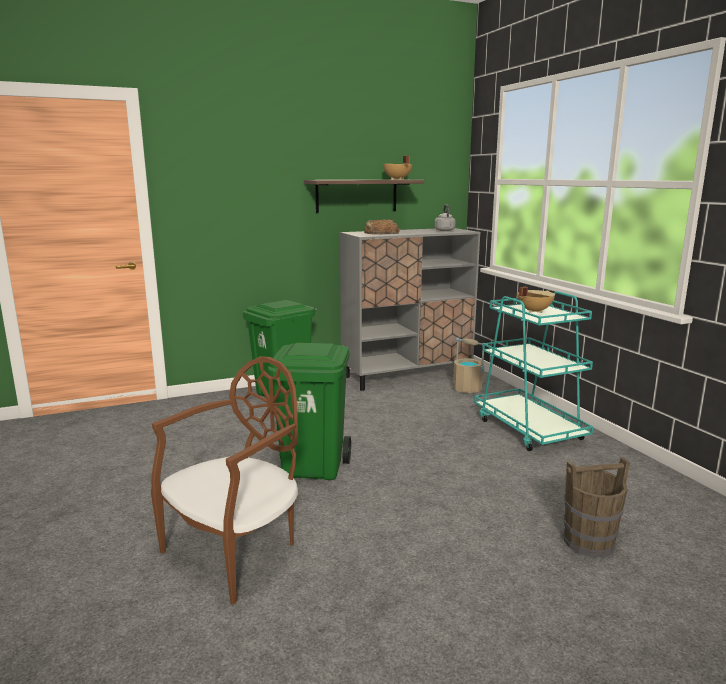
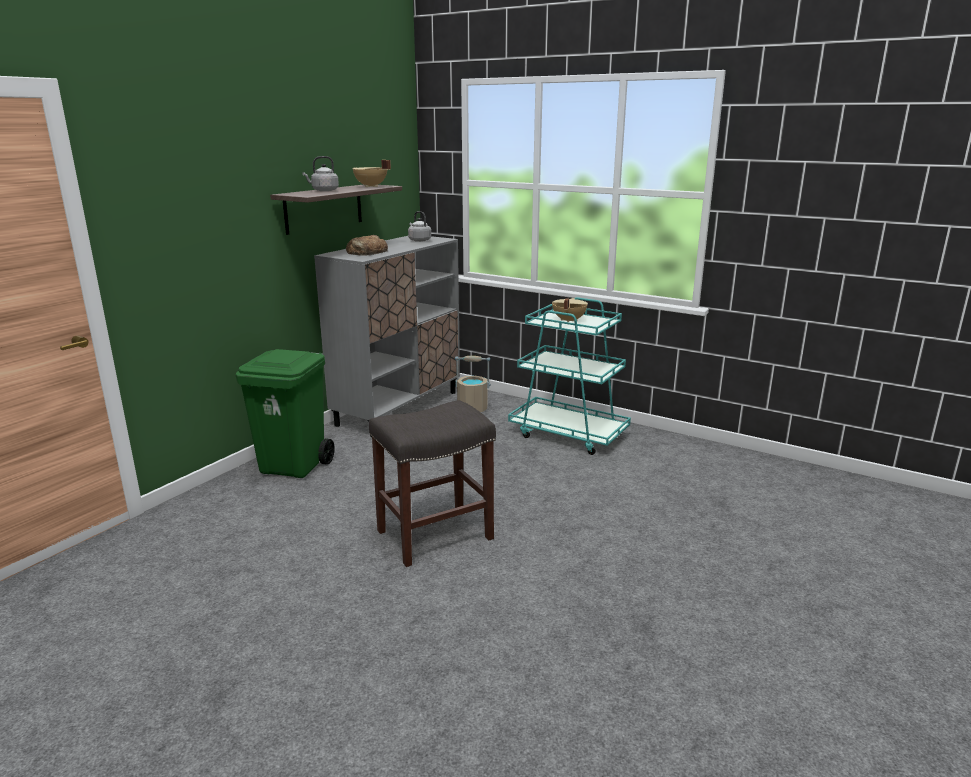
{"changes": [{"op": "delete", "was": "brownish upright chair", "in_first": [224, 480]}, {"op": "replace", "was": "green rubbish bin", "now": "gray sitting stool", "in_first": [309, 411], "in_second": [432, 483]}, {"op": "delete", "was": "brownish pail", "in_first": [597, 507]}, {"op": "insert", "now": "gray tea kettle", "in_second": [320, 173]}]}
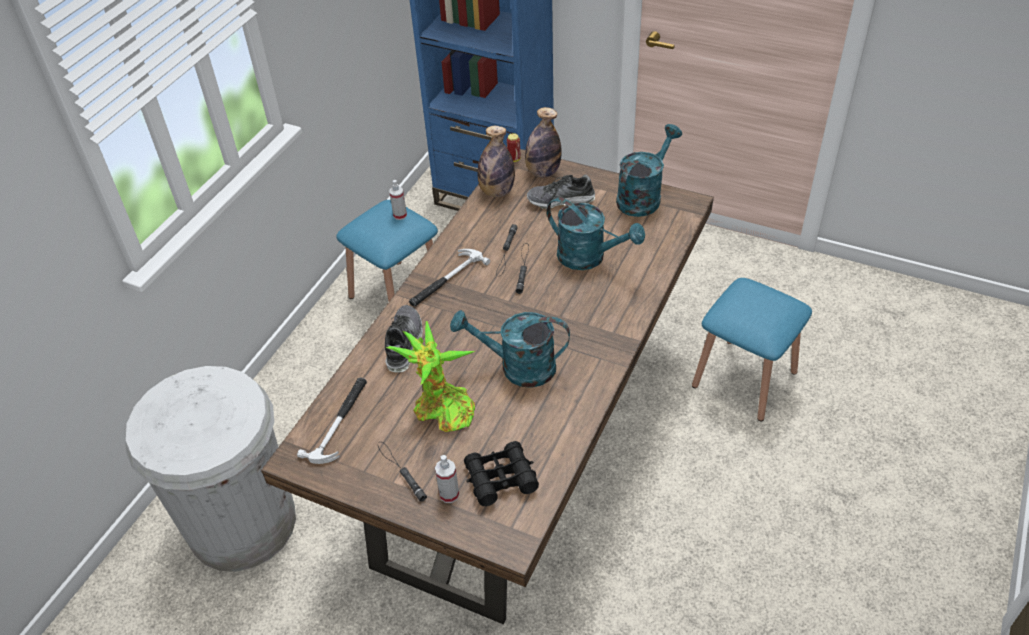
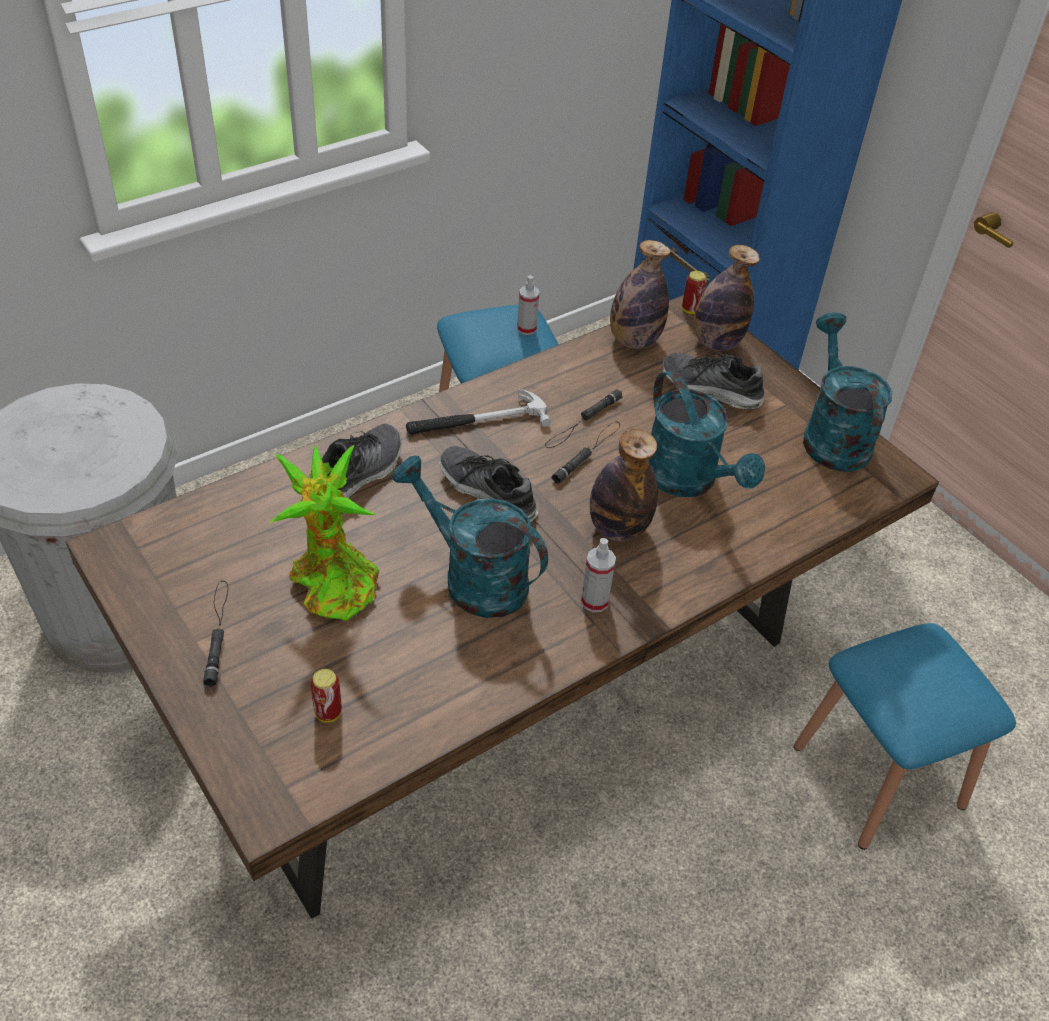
{"changes": [{"op": "delete", "was": "hammer", "in_first": [332, 420]}, {"op": "move", "was": "hand sprayer", "in_first": [447, 479], "in_second": [598, 575]}, {"op": "replace", "was": "blackish binoculars", "now": "can", "in_first": [501, 473], "in_second": [326, 696]}, {"op": "rotate", "was": "blue-green watering can", "in_first": [649, 170], "in_second": [847, 392], "clockwise": -75}, {"op": "insert", "now": "item of footwear", "in_second": [488, 484]}, {"op": "insert", "now": "bottle", "in_second": [624, 485]}]}
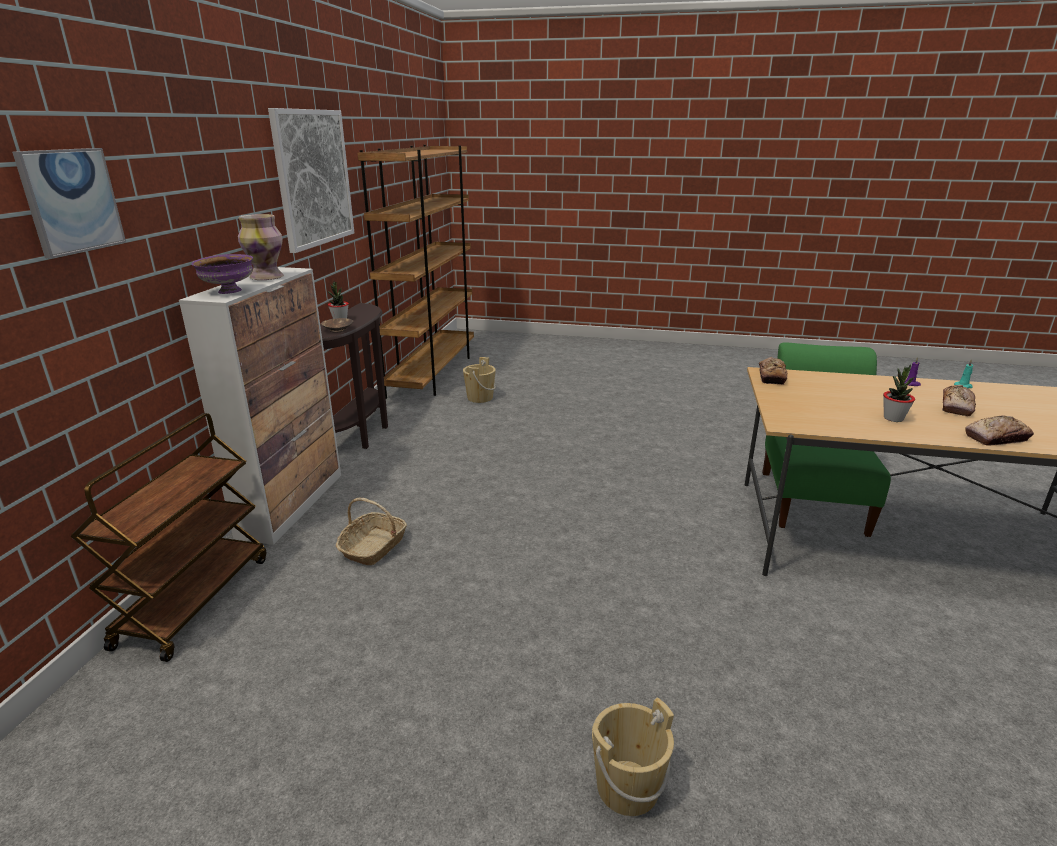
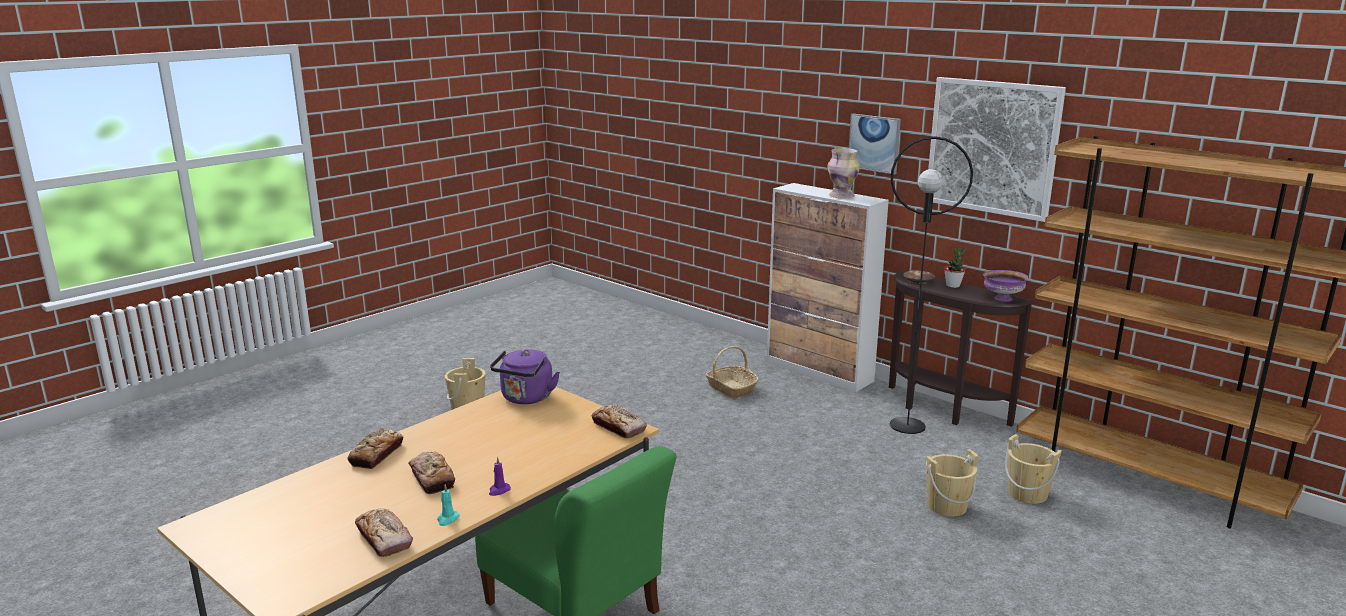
{"changes": [{"op": "move", "was": "wall art", "in_first": [69, 203], "in_second": [875, 144]}, {"op": "delete", "was": "brownish trolley", "in_first": [168, 537]}, {"op": "move", "was": "purple serving bowl", "in_first": [222, 274], "in_second": [1005, 286]}, {"op": "delete", "was": "houseplant", "in_first": [899, 393]}, {"op": "insert", "now": "bakery bread", "in_second": [384, 533]}, {"op": "insert", "now": "purple tea kettle", "in_second": [525, 376]}, {"op": "insert", "now": "blackish floor lamp", "in_second": [931, 285]}, {"op": "insert", "now": "beige-coloured pail", "in_second": [952, 483]}]}
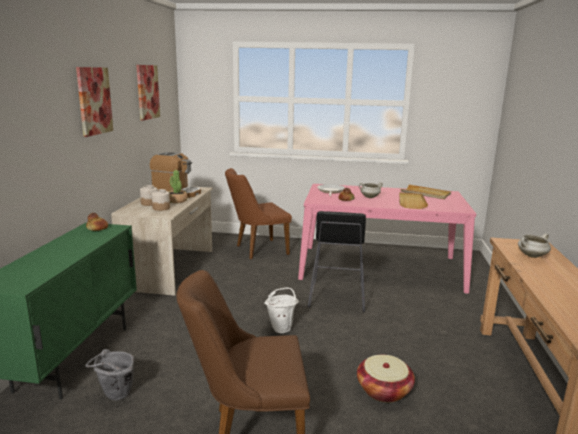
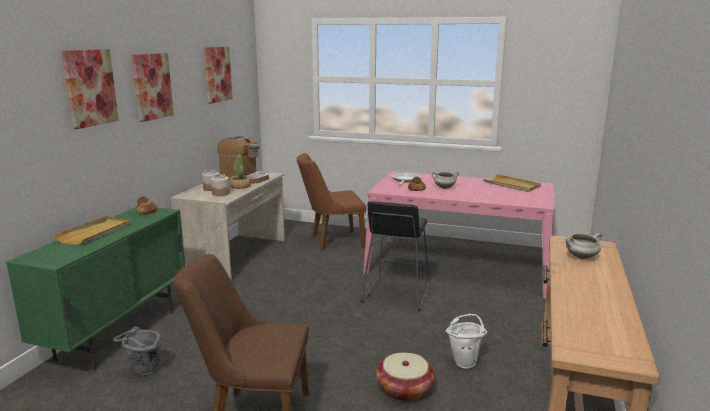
{"changes": [{"op": "move", "was": "white pail", "in_first": [281, 310], "in_second": [466, 341]}, {"op": "move", "was": "beige-coloured tray", "in_first": [413, 200], "in_second": [92, 230]}, {"op": "insert", "now": "wall art", "in_second": [90, 89]}]}
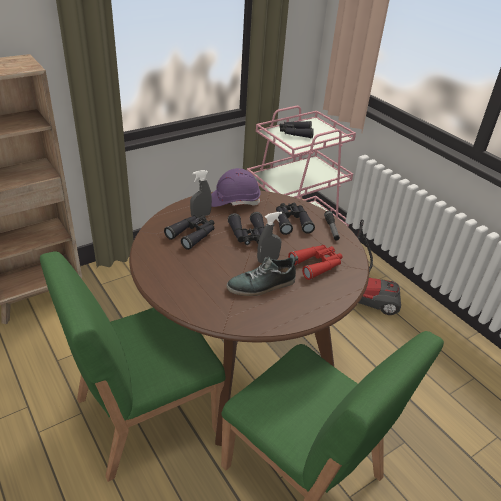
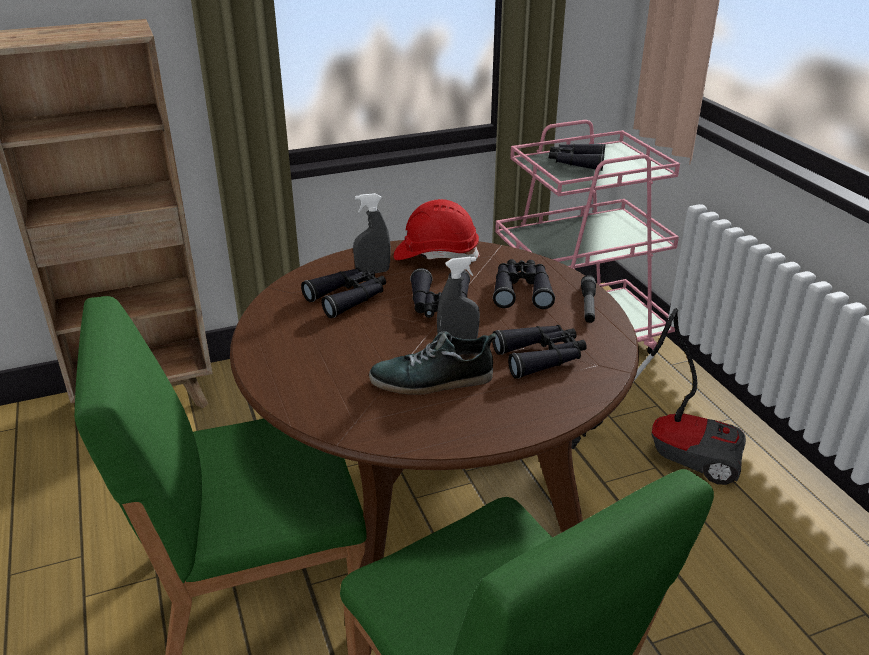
{"changes": [{"op": "recolor", "was": "purple hard hat", "now": "reddish hard hat", "in_first": [236, 187], "in_second": [437, 229]}, {"op": "recolor", "was": "reddish binoculars", "now": "blackish binoculars", "in_first": [315, 262], "in_second": [539, 352]}]}
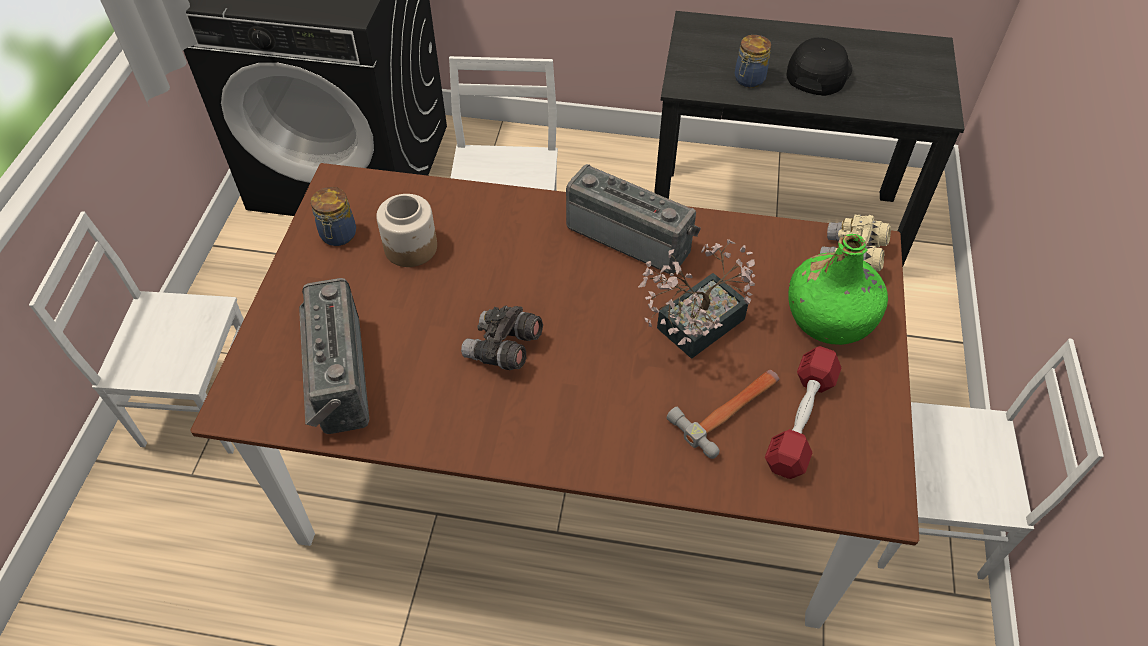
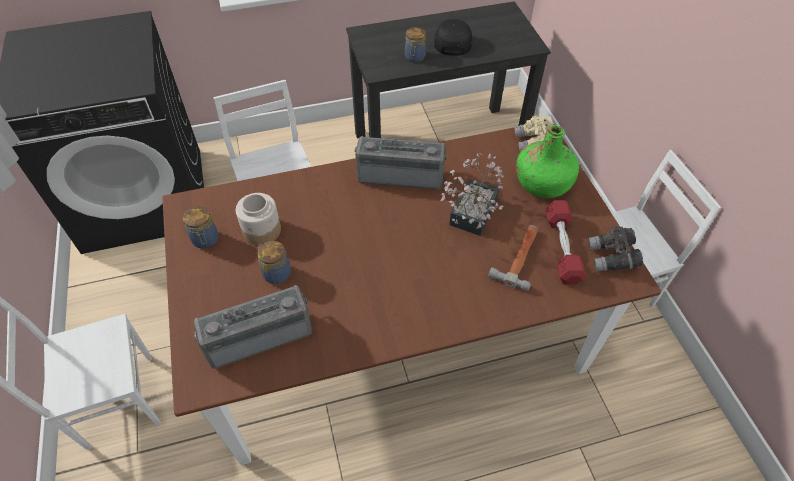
{"changes": [{"op": "rotate", "was": "radio receiver", "in_first": [334, 356], "in_second": [253, 327], "clockwise": 105}, {"op": "move", "was": "gray binoculars", "in_first": [502, 338], "in_second": [615, 249]}, {"op": "insert", "now": "storage jar", "in_second": [274, 262]}]}
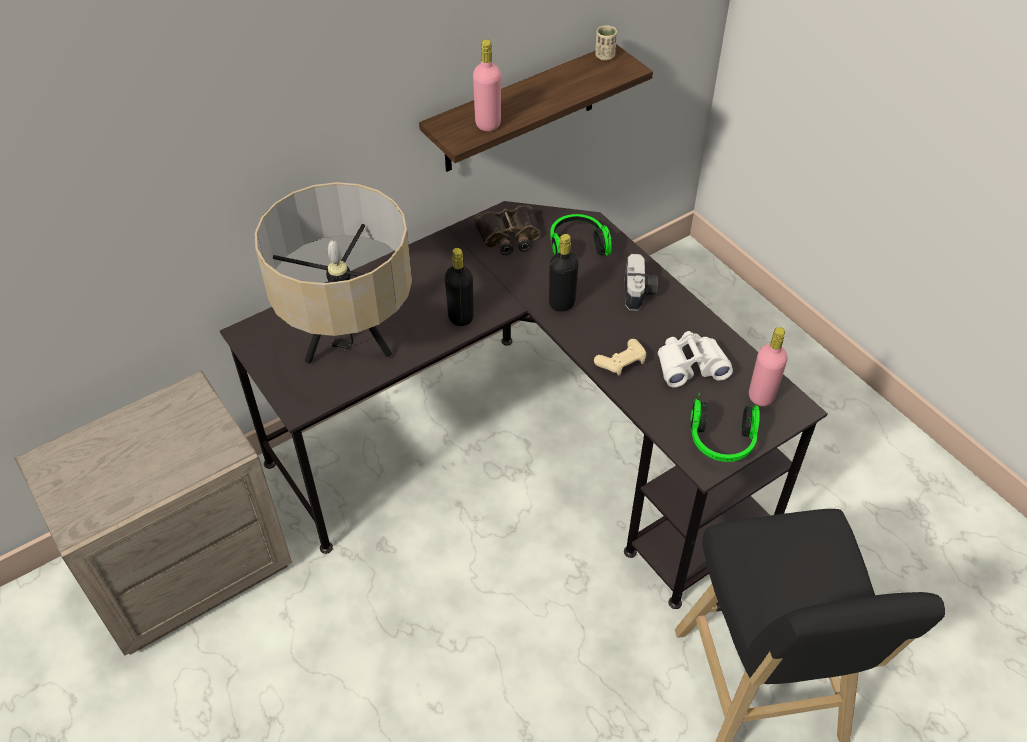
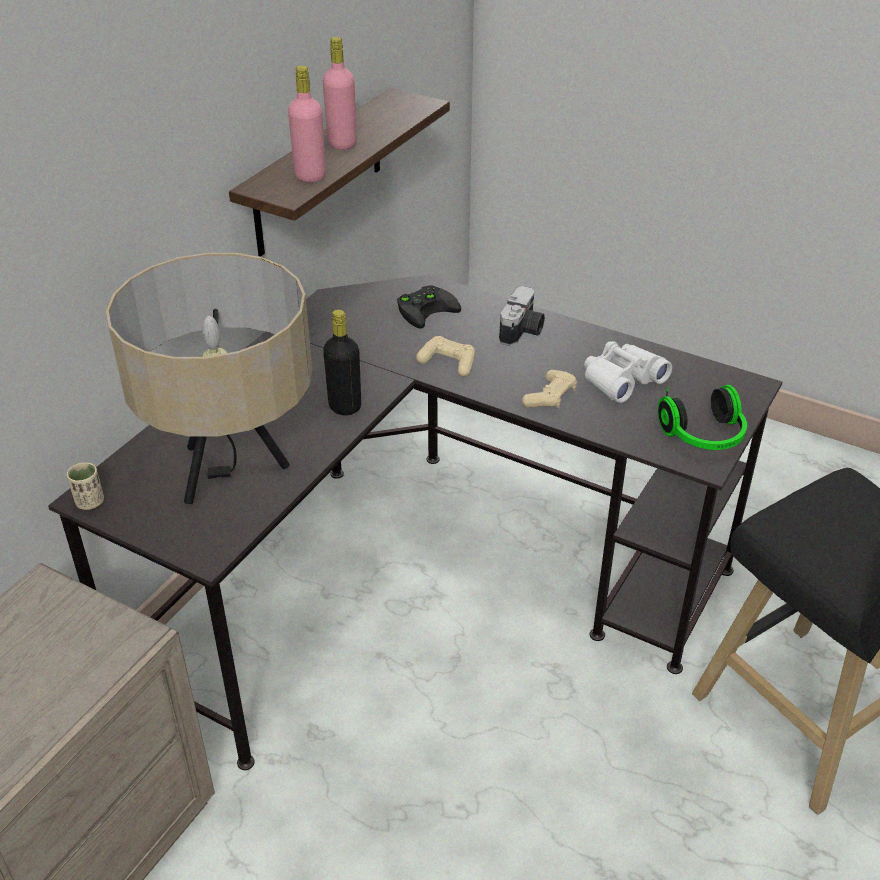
{"changes": [{"op": "delete", "was": "binoculars", "in_first": [507, 230]}, {"op": "replace", "was": "blackish bottle", "now": "beige-coloured game controller", "in_first": [564, 273], "in_second": [445, 356]}, {"op": "replace", "was": "pair of headphones", "now": "blackish game controller", "in_first": [581, 235], "in_second": [429, 307]}, {"op": "move", "was": "beige-coloured small cup", "in_first": [606, 42], "in_second": [85, 486]}, {"op": "rotate", "was": "still camera", "in_first": [641, 282], "in_second": [522, 316], "clockwise": 45}, {"op": "move", "was": "pink-coloured bottle", "in_first": [768, 366], "in_second": [340, 93]}]}
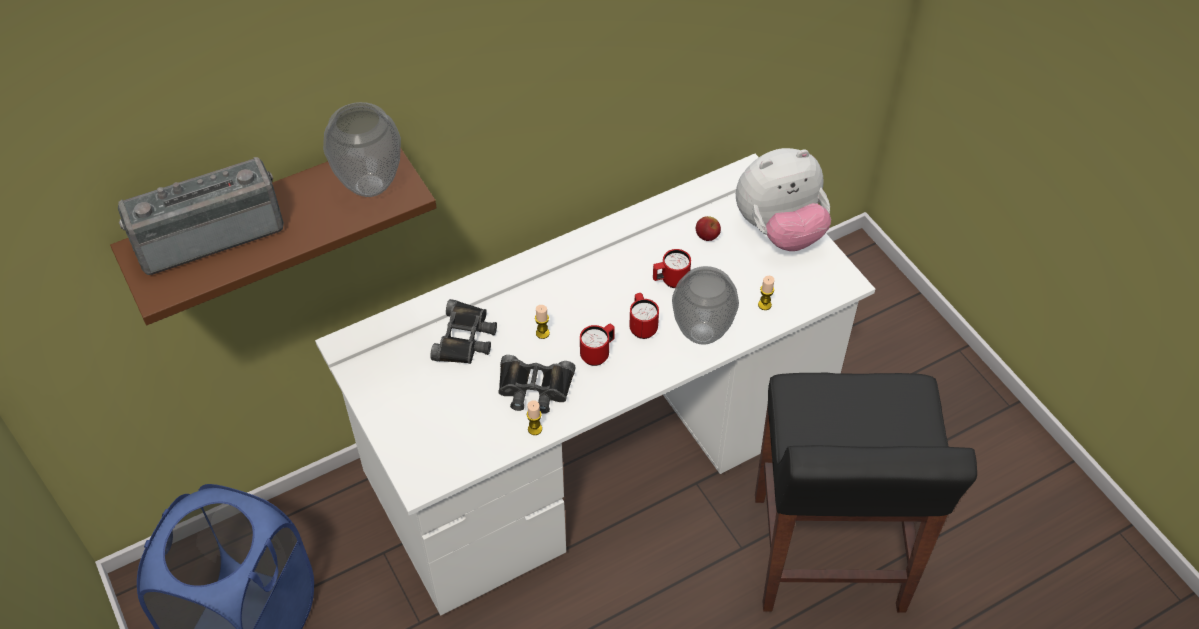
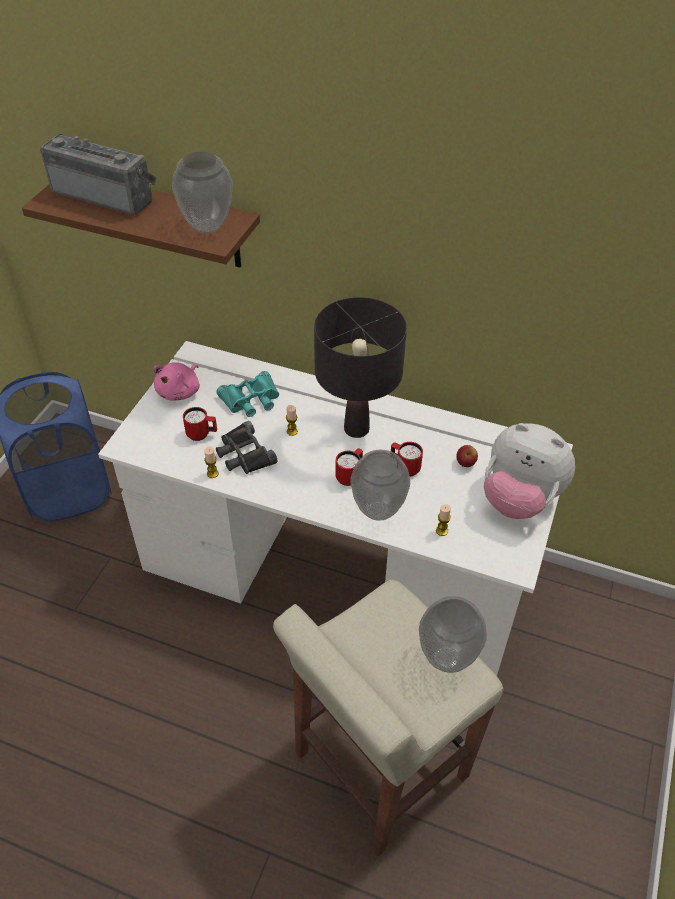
{"changes": [{"op": "recolor", "was": "blackish binoculars", "now": "blue-green binoculars", "in_first": [463, 331], "in_second": [247, 394]}, {"op": "move", "was": "reddish coffee mug", "in_first": [597, 345], "in_second": [200, 424]}, {"op": "recolor", "was": "blackish sitting stool", "now": "beige-coloured sitting stool", "in_first": [866, 492], "in_second": [388, 717]}, {"op": "insert", "now": "pink-coloured plush toy", "in_second": [176, 381]}, {"op": "insert", "now": "blackish table lamp", "in_second": [360, 367]}, {"op": "insert", "now": "decorative vase", "in_second": [453, 634]}]}
